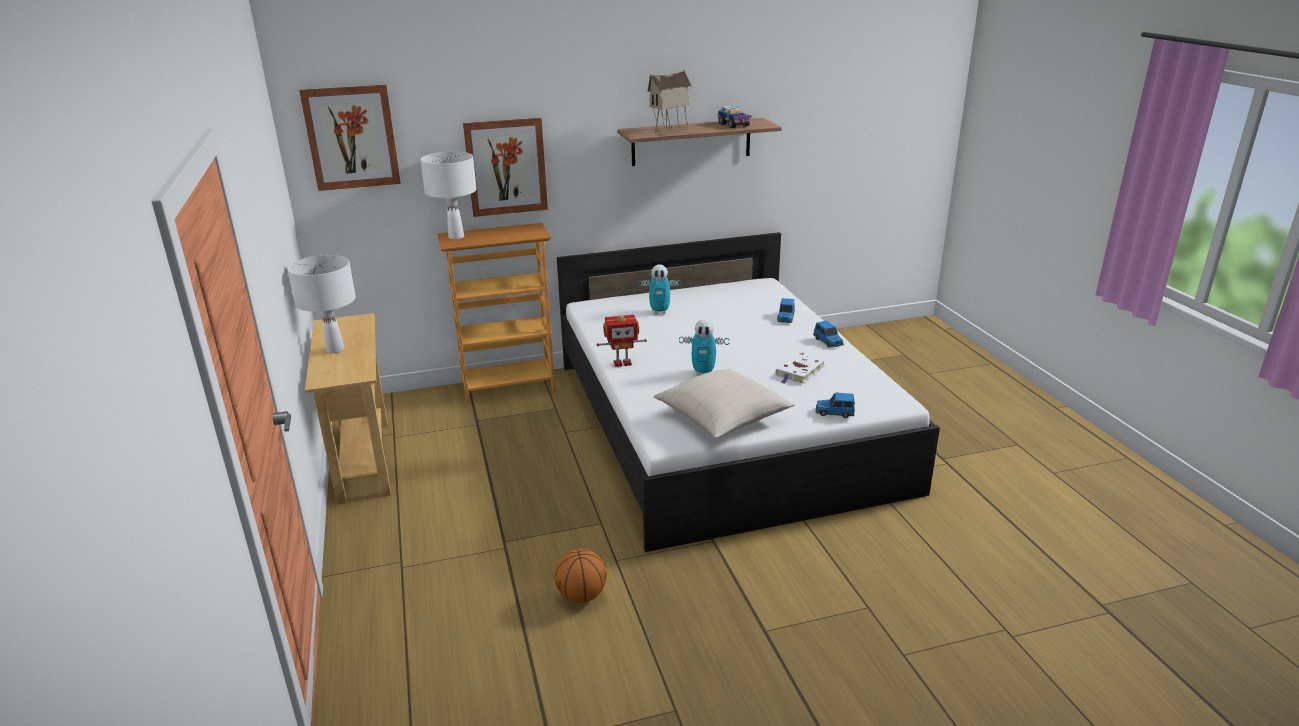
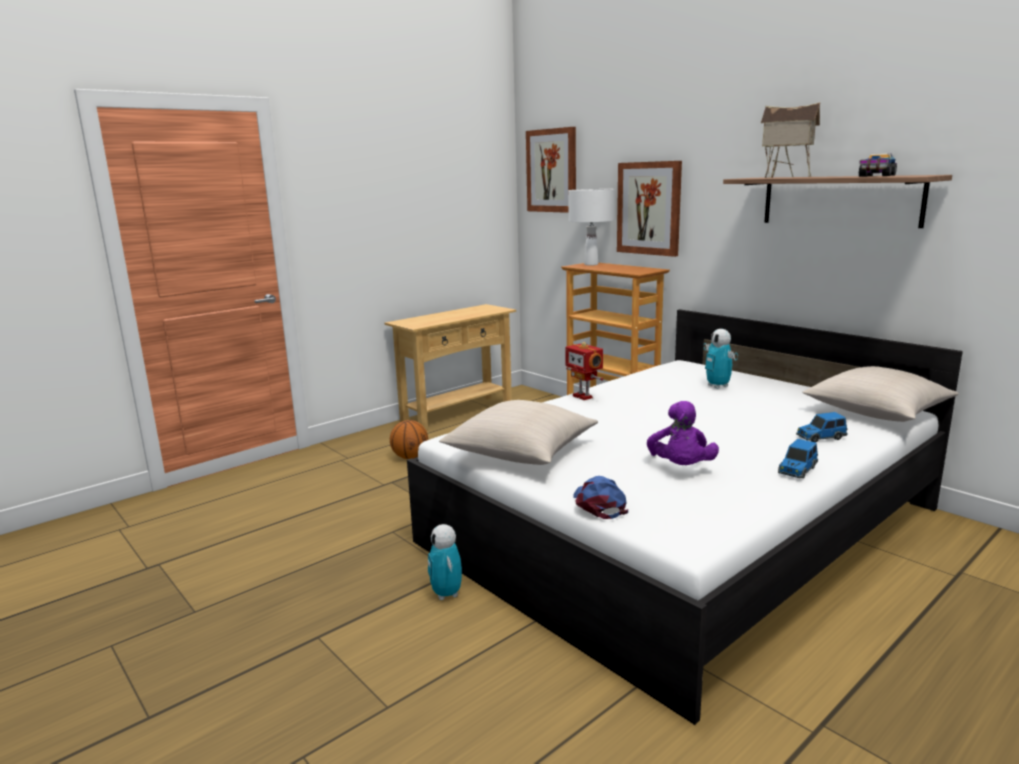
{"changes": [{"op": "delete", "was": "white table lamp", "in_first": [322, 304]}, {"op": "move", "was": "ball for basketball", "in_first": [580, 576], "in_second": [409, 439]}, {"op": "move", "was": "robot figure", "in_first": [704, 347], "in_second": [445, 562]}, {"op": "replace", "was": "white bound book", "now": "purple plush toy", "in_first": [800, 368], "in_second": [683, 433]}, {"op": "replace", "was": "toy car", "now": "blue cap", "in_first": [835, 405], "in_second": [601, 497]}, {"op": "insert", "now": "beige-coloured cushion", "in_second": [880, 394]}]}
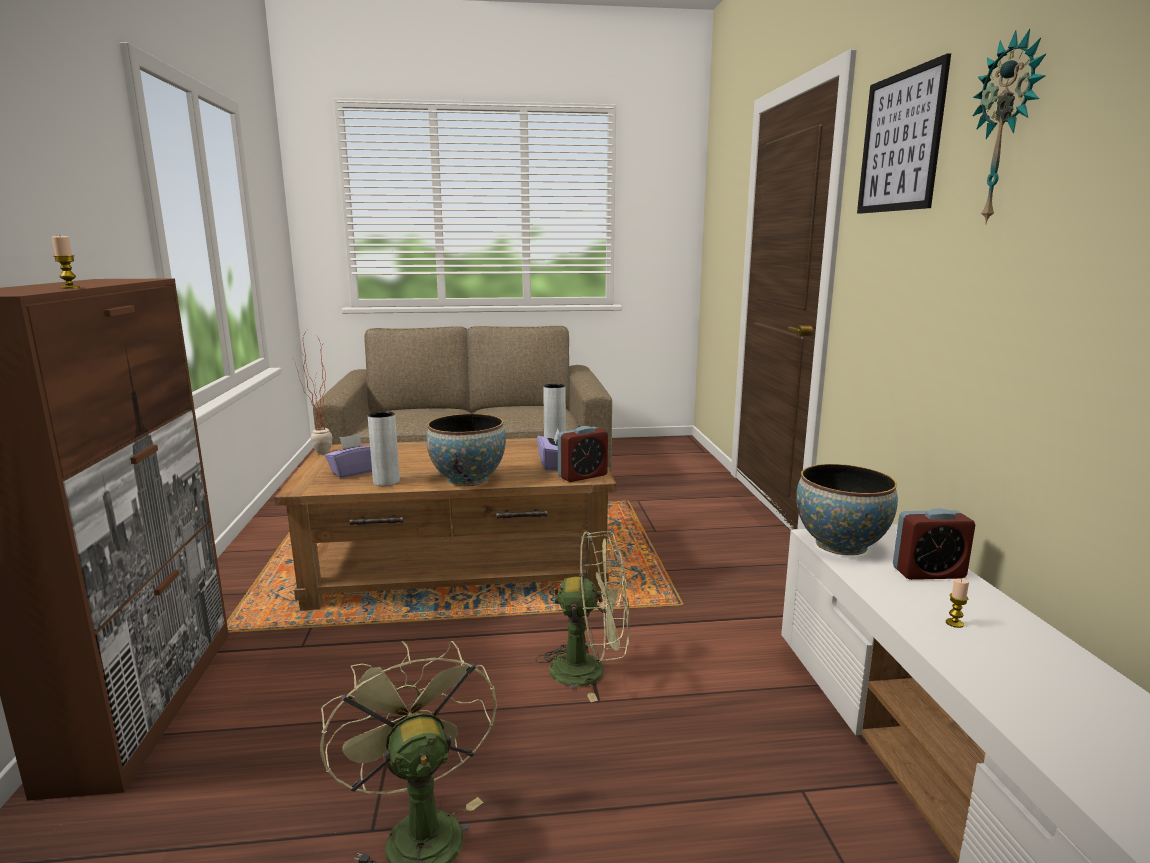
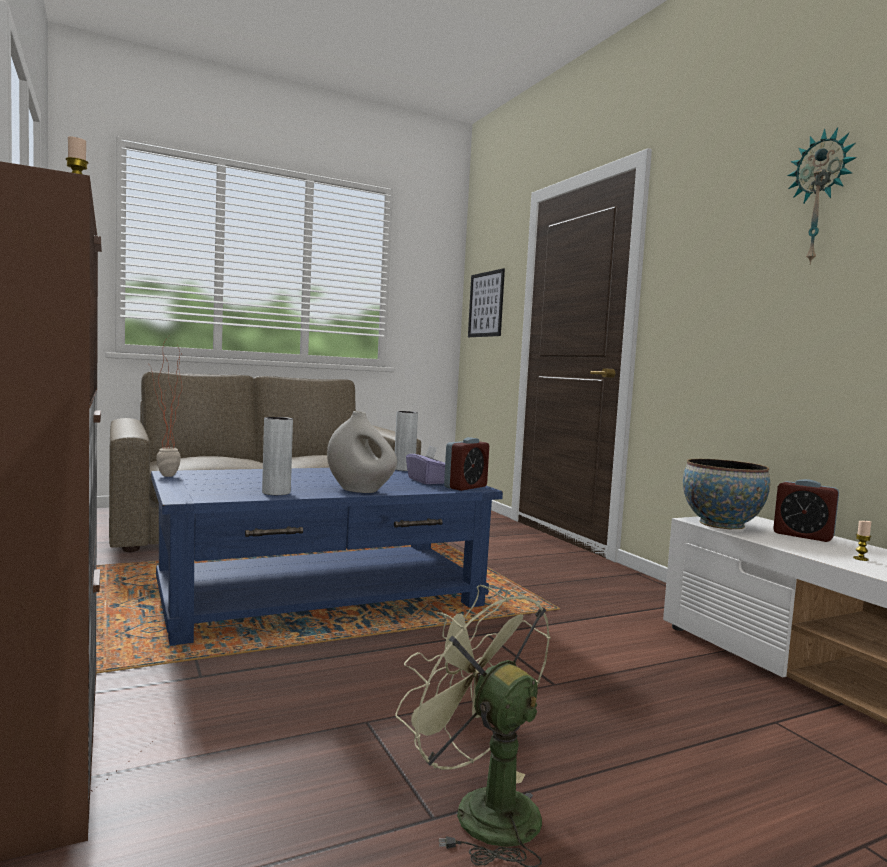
{"changes": [{"op": "recolor", "was": "brownish lounge table", "now": "blue lounge table", "in_first": [445, 524], "in_second": [327, 557]}, {"op": "delete", "was": "purple tissue box", "in_first": [348, 456]}, {"op": "replace", "was": "serving bowl", "now": "white decorative vase", "in_first": [466, 450], "in_second": [362, 452]}, {"op": "delete", "was": "green cooling fan", "in_first": [582, 616]}, {"op": "move", "was": "wall art", "in_first": [904, 133], "in_second": [486, 302]}, {"op": "rotate", "was": "alarm clock", "in_first": [934, 544], "in_second": [806, 510], "clockwise": 60}]}
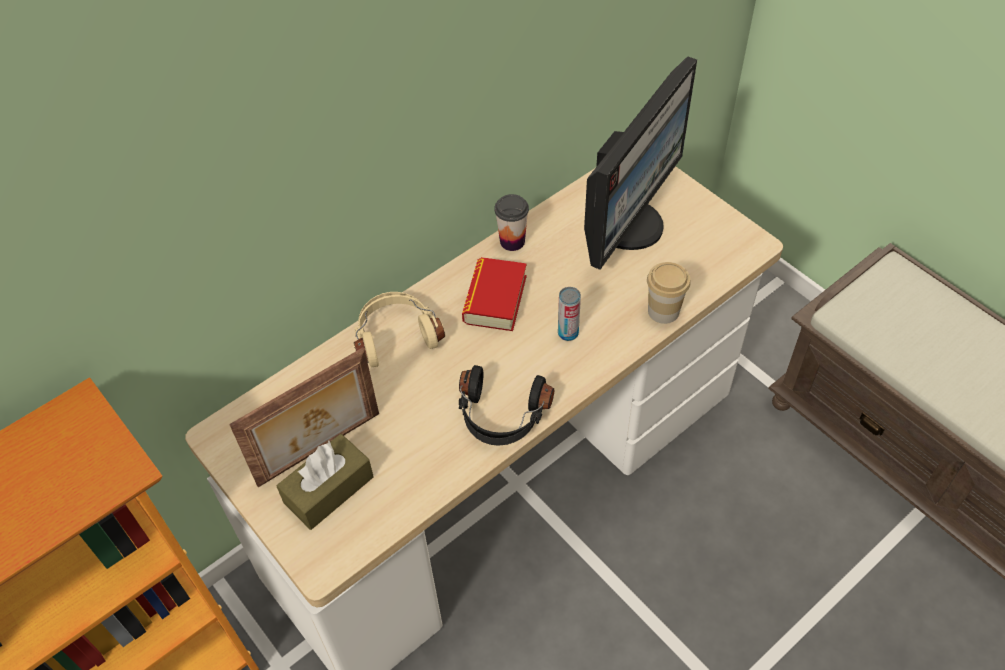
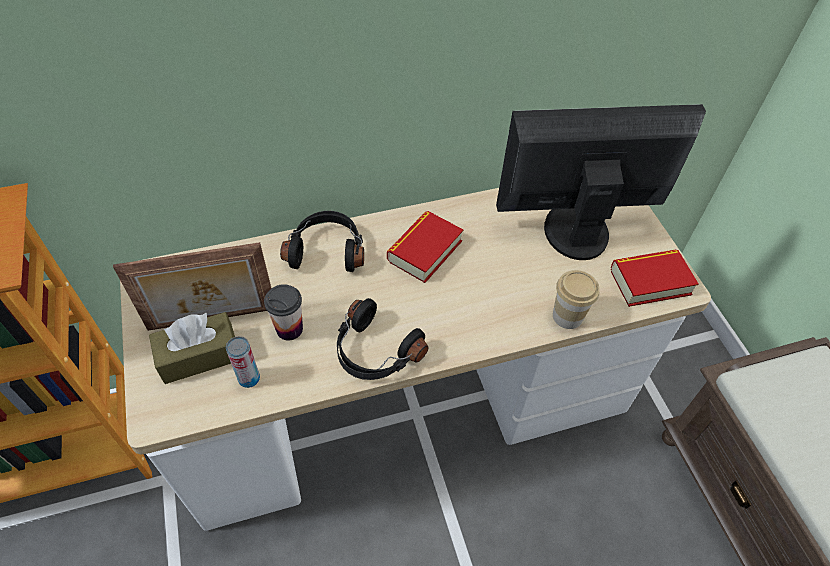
{"changes": [{"op": "recolor", "was": "beige-coloured pair of headphones", "now": "blackish pair of headphones", "in_first": [399, 329], "in_second": [322, 241]}, {"op": "move", "was": "small cup", "in_first": [511, 222], "in_second": [283, 312]}, {"op": "move", "was": "can", "in_first": [569, 314], "in_second": [243, 362]}, {"op": "rotate", "was": "monitor", "in_first": [640, 163], "in_second": [601, 182], "clockwise": -150}, {"op": "insert", "now": "bound book", "in_second": [654, 278]}]}
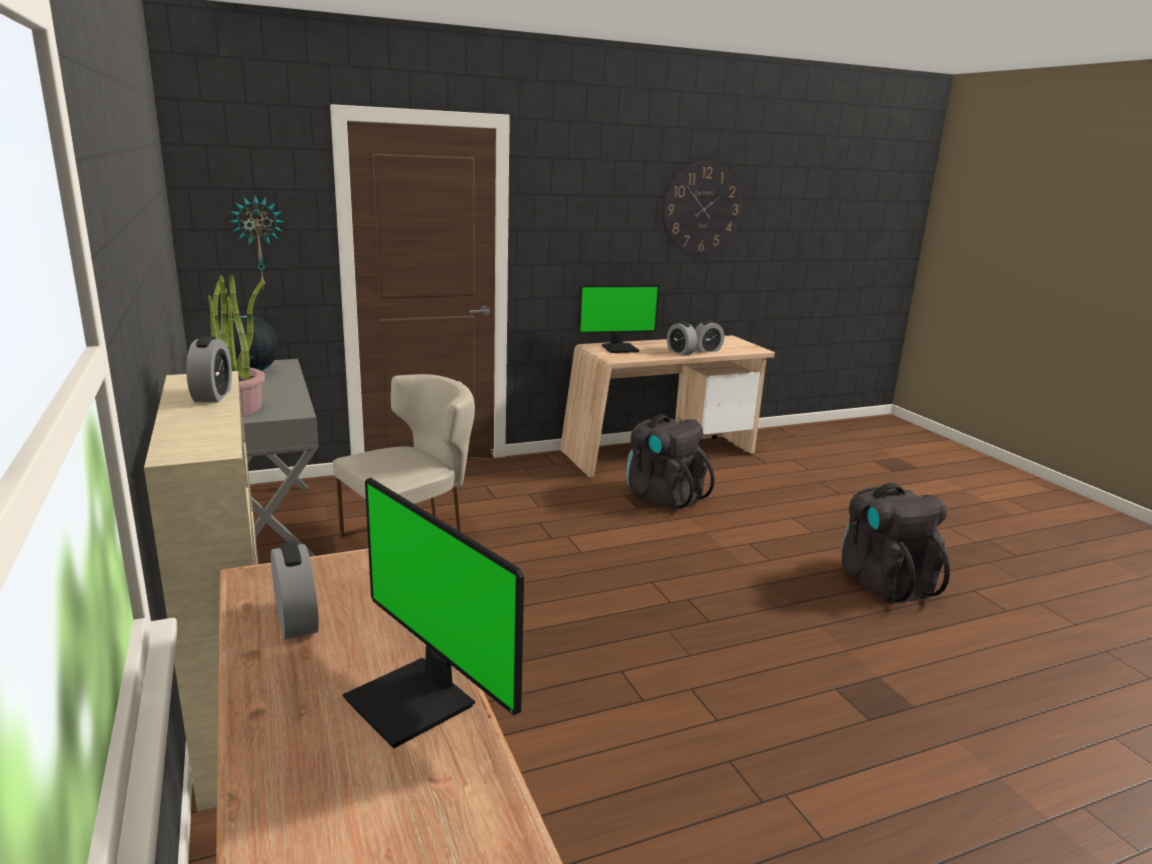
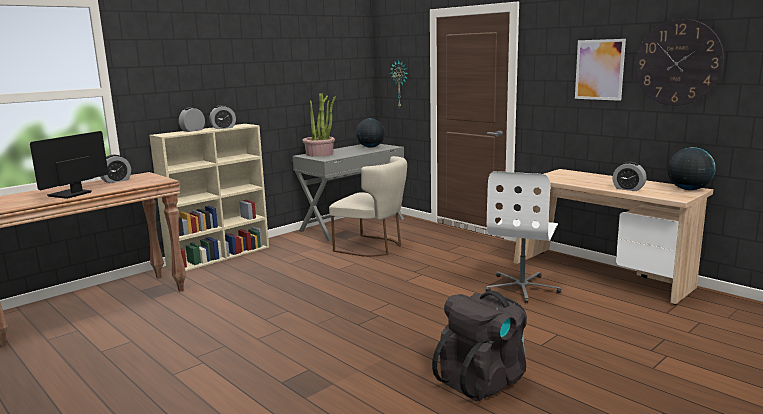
{"changes": [{"op": "delete", "was": "monitor", "in_first": [618, 319]}, {"op": "replace", "was": "blackish backpack", "now": "white computer chair", "in_first": [670, 462], "in_second": [523, 237]}, {"op": "move", "was": "alarm clock", "in_first": [682, 338], "in_second": [192, 119]}, {"op": "insert", "now": "wall art", "in_second": [600, 70]}, {"op": "insert", "now": "globe", "in_second": [691, 168]}]}
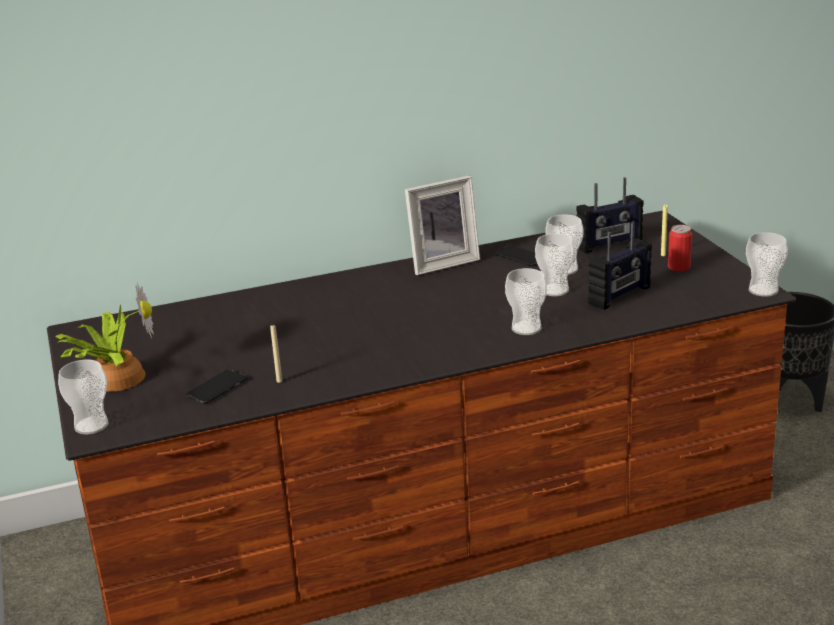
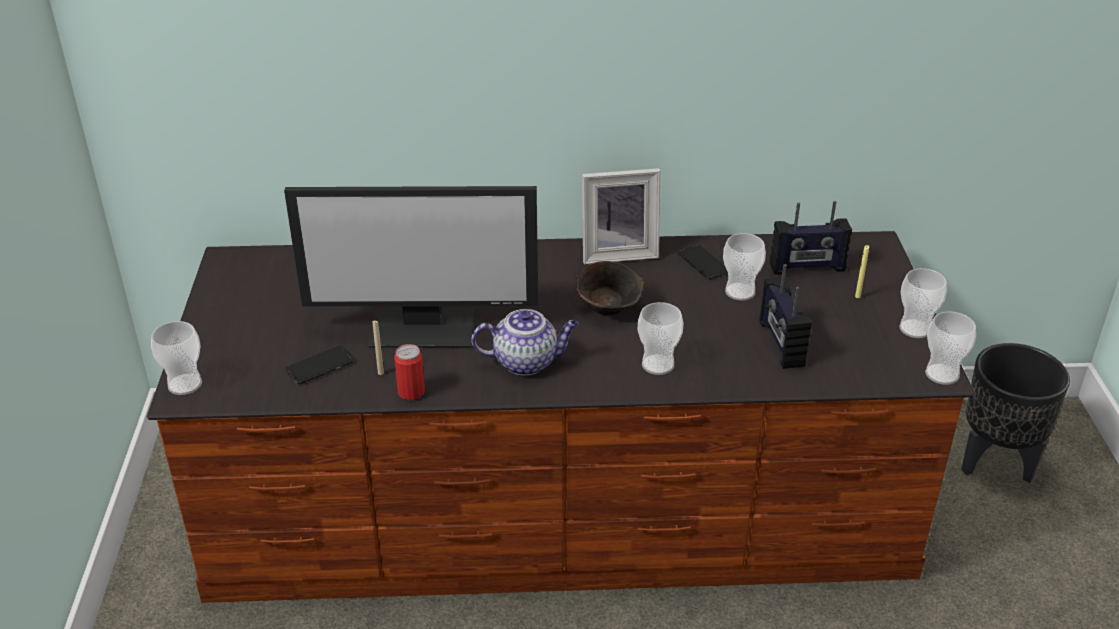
{"changes": [{"op": "delete", "was": "houseplant", "in_first": [104, 337]}, {"op": "move", "was": "small cup", "in_first": [554, 265], "in_second": [923, 303]}, {"op": "rotate", "was": "radio receiver", "in_first": [620, 265], "in_second": [786, 316], "clockwise": 105}, {"op": "move", "was": "can", "in_first": [680, 248], "in_second": [409, 372]}, {"op": "insert", "now": "monitor", "in_second": [411, 267]}, {"op": "insert", "now": "tea pot", "in_second": [525, 342]}, {"op": "insert", "now": "brownish serving bowl", "in_second": [609, 288]}]}
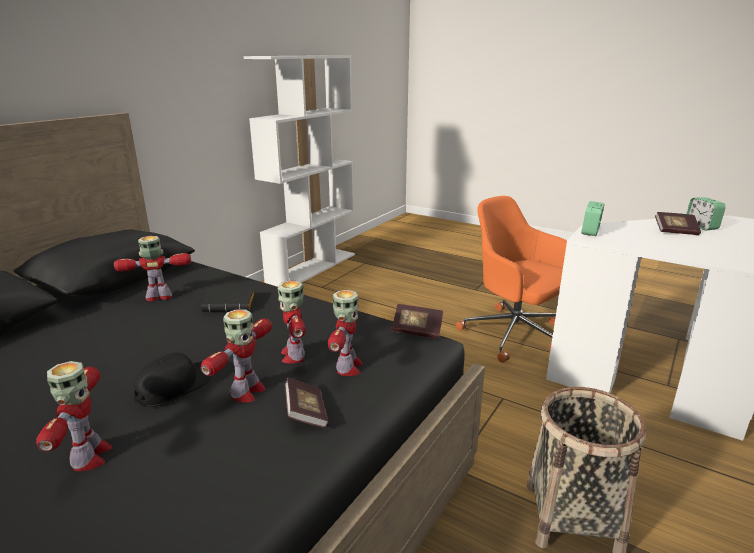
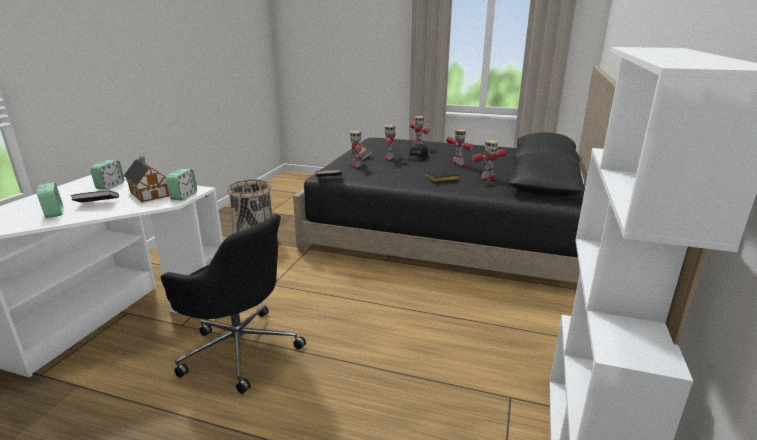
{"changes": [{"op": "move", "was": "robot figure", "in_first": [292, 322], "in_second": [459, 147]}, {"op": "recolor", "was": "orange computer chair", "now": "blackish computer chair", "in_first": [511, 279], "in_second": [233, 304]}, {"op": "insert", "now": "alarm clock", "in_second": [107, 175]}, {"op": "insert", "now": "model house", "in_second": [146, 179]}]}
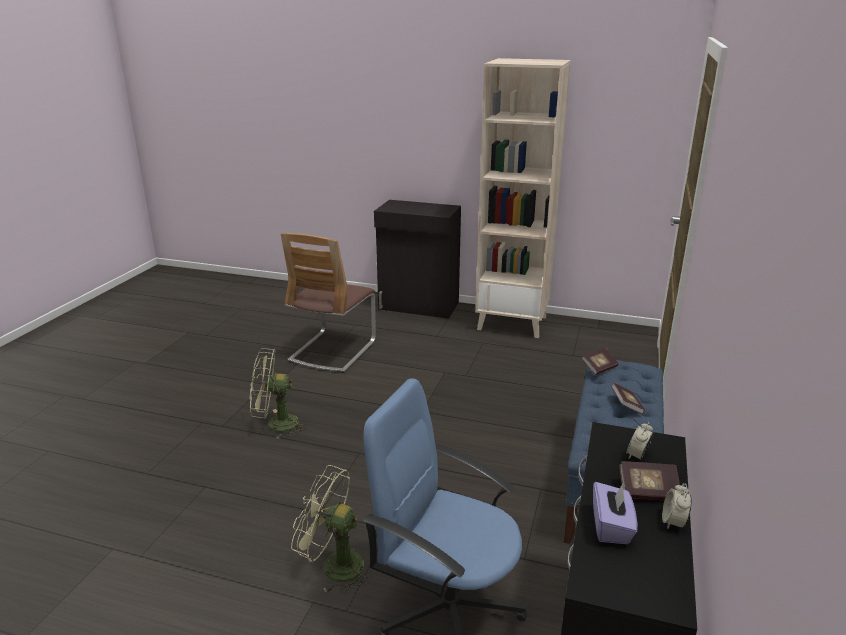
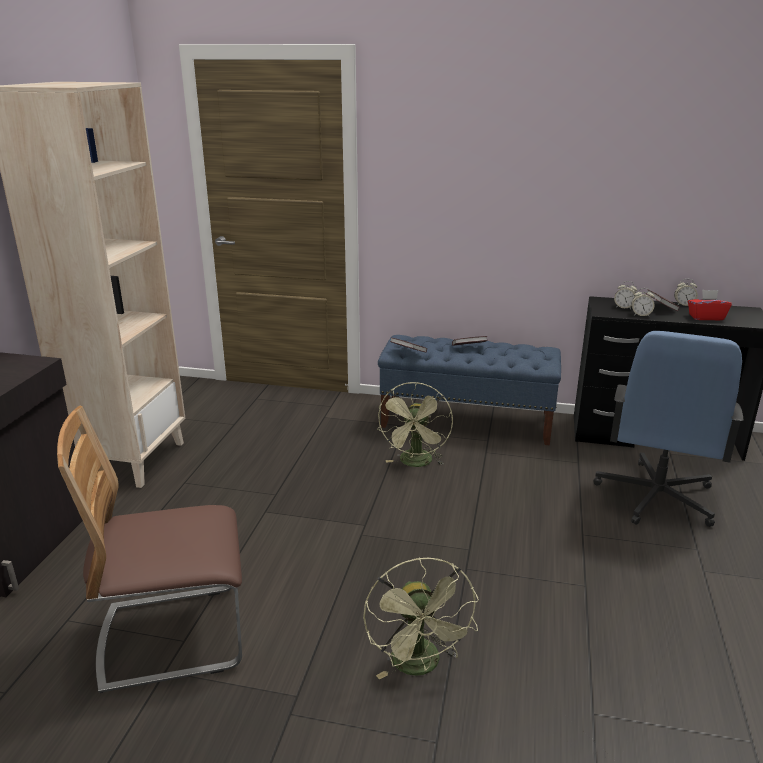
{"changes": [{"op": "rotate", "was": "upright chair", "in_first": [328, 303], "in_second": [149, 549], "clockwise": 150}, {"op": "move", "was": "green cooling fan", "in_first": [331, 529], "in_second": [415, 424]}, {"op": "recolor", "was": "purple tissue box", "now": "reddish tissue box", "in_first": [615, 513], "in_second": [710, 305]}, {"op": "insert", "now": "alarm clock", "in_second": [643, 302]}]}
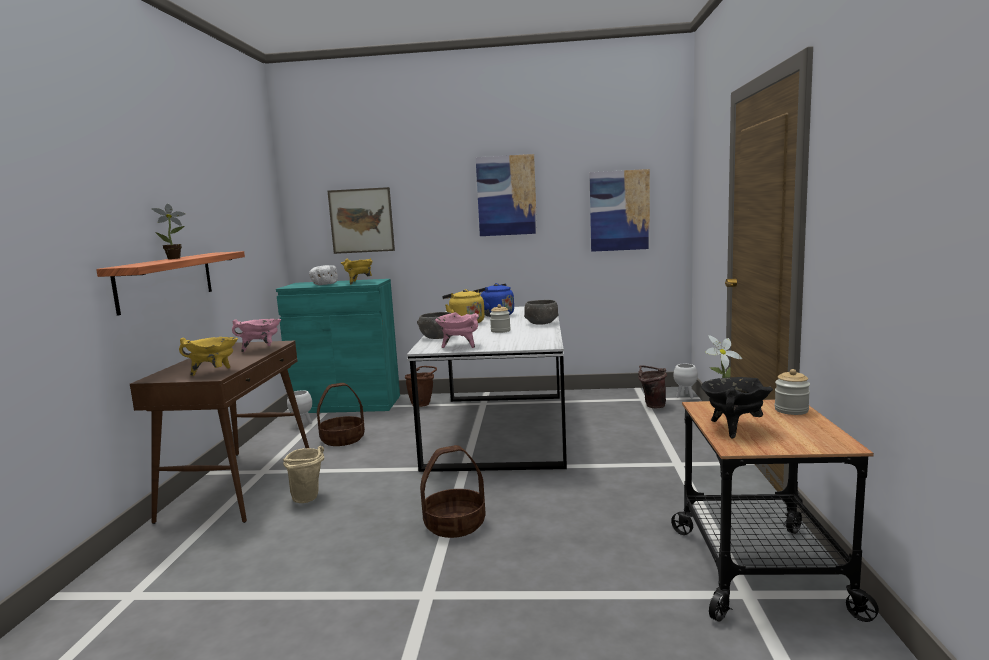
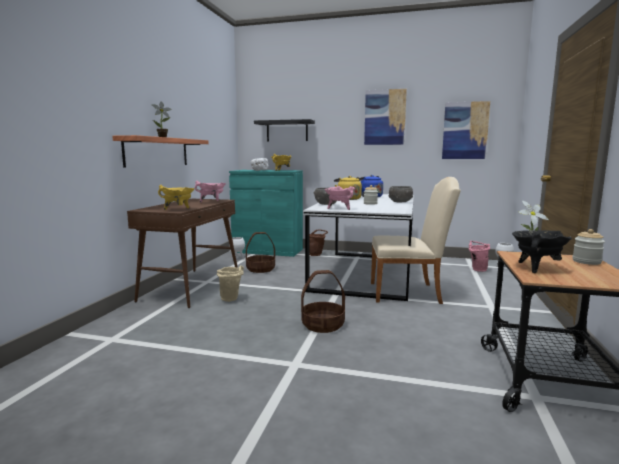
{"changes": [{"op": "replace", "was": "wall art", "now": "blackish wall shelf", "in_first": [361, 220], "in_second": [284, 130]}, {"op": "recolor", "was": "brownish pail", "now": "pink-coloured pail", "in_first": [652, 386], "in_second": [479, 256]}, {"op": "insert", "now": "beige-coloured upright chair", "in_second": [416, 240]}]}
